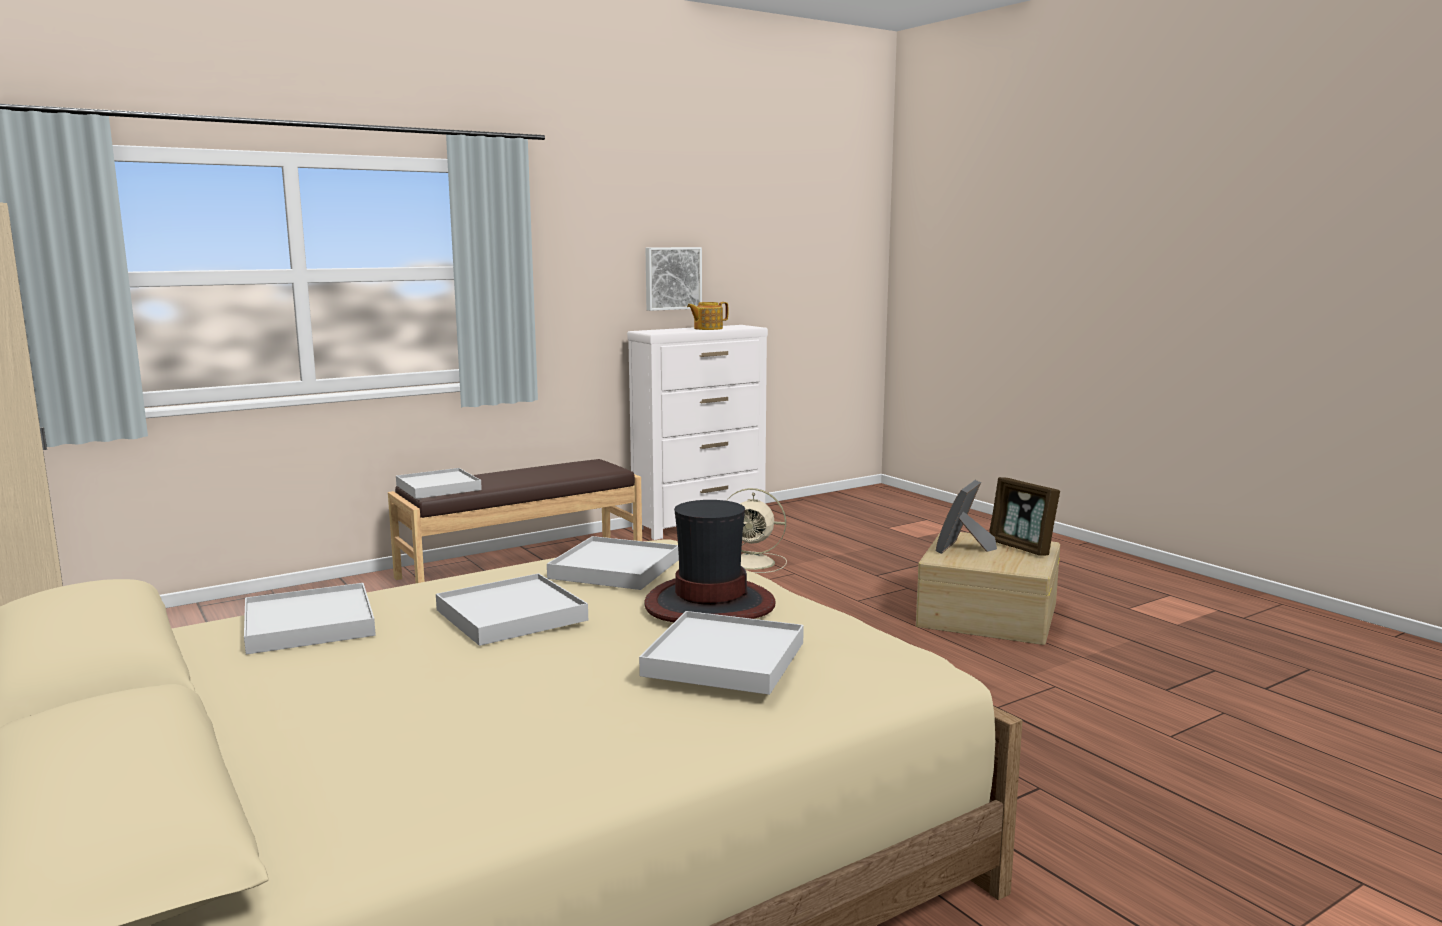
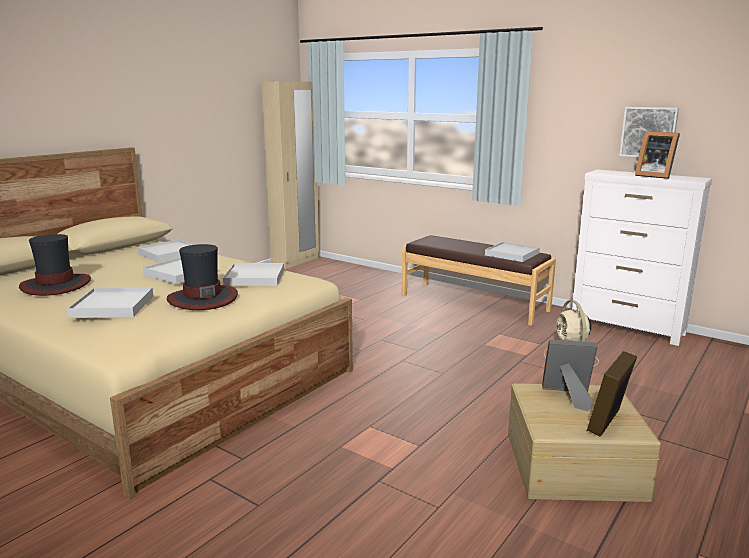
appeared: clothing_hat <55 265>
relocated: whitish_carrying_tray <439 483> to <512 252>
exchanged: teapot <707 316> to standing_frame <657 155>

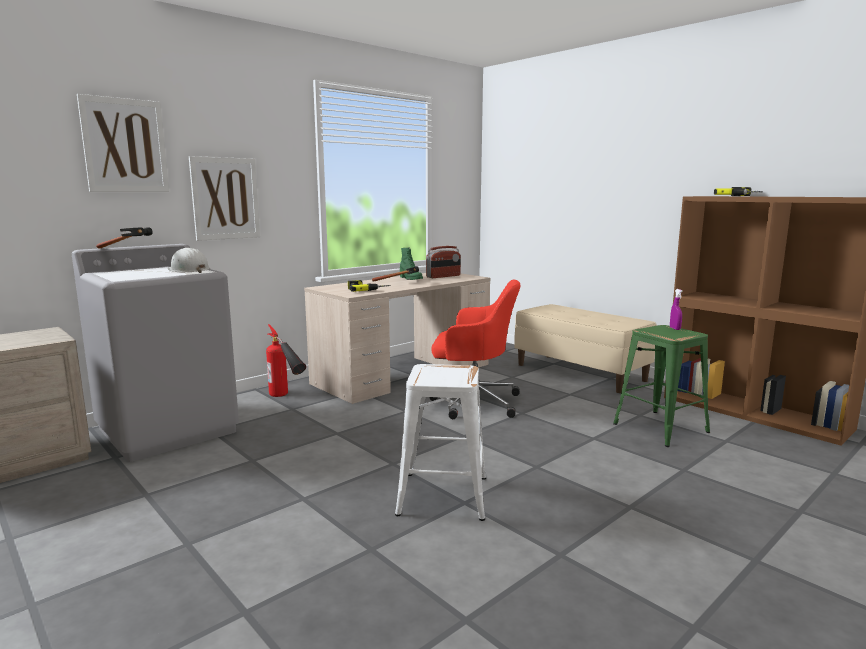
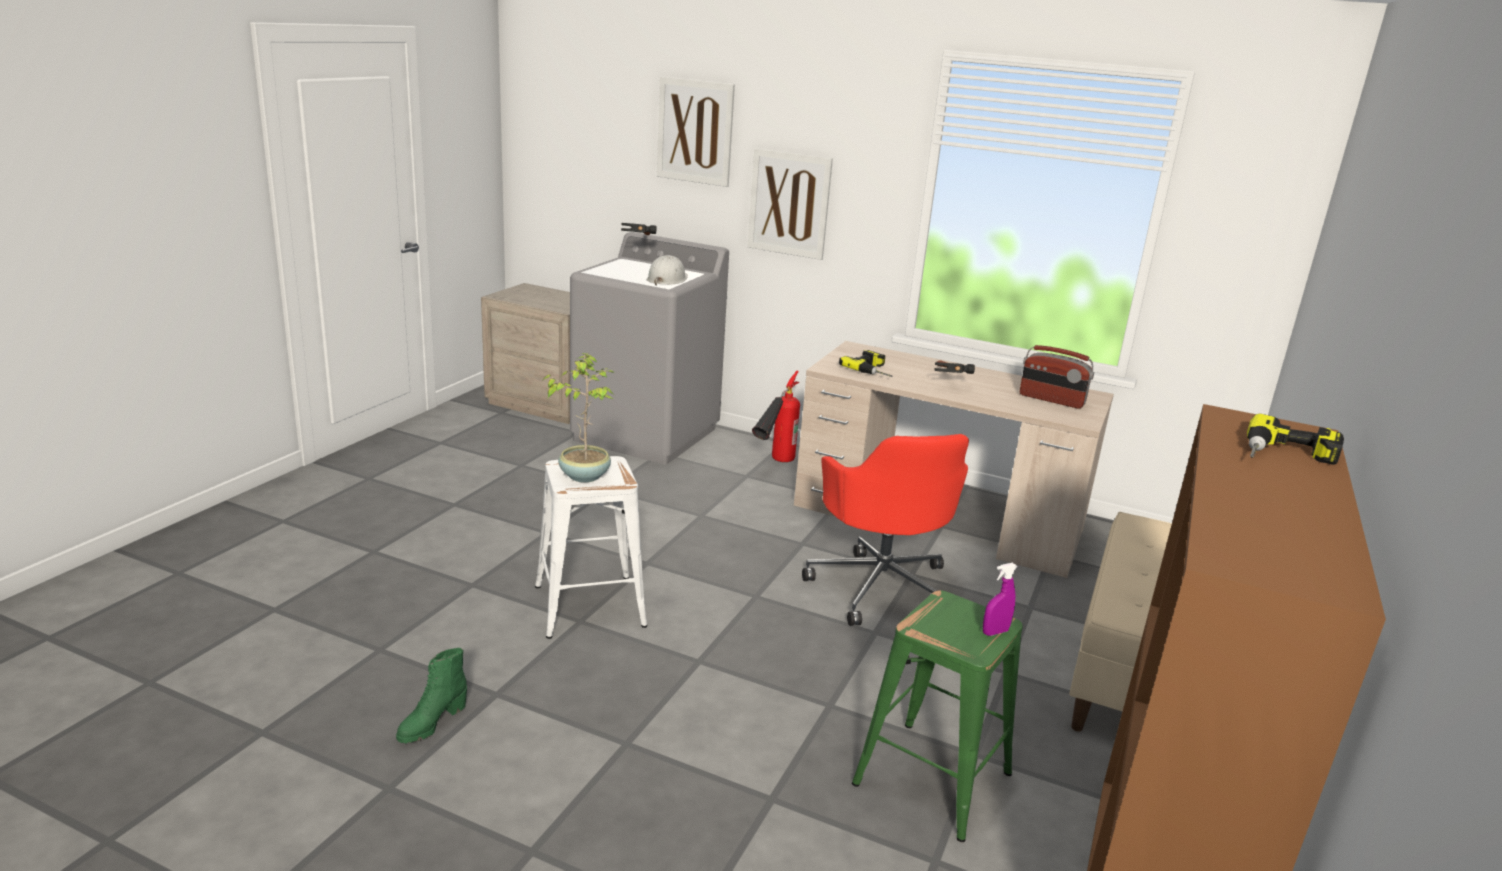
appeared: plant_in_a_pot <578 418>
relocated: green_boot <411 263> to <431 695>

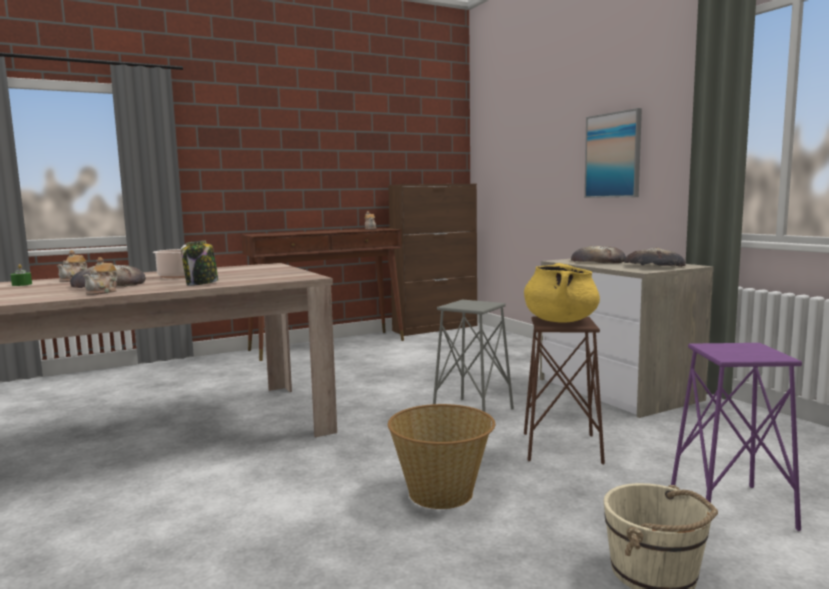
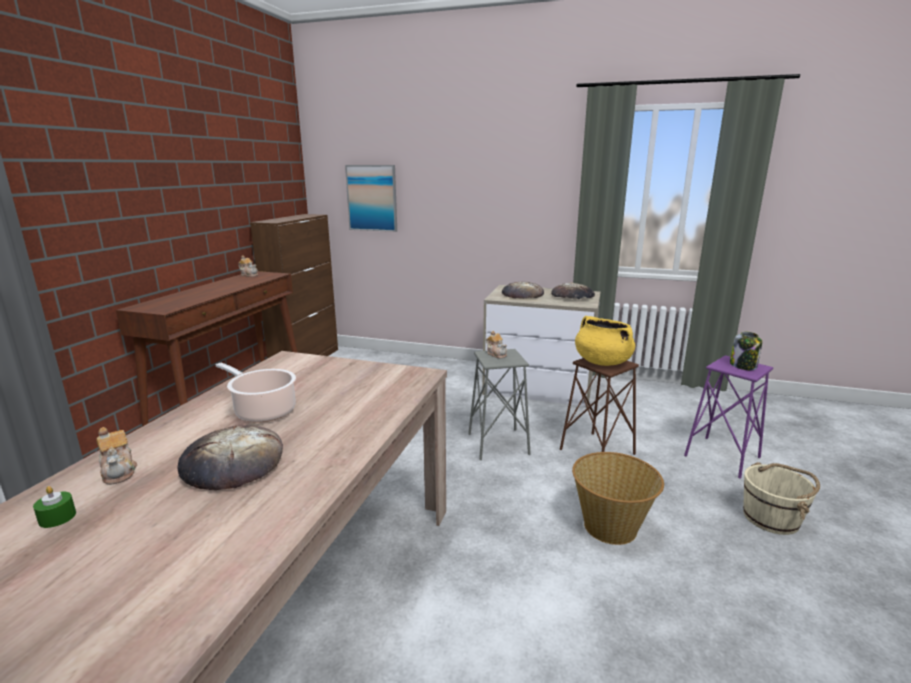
relocated: picture <613 153> to <371 198>; preserve_jar <200 263> to <746 350>; teapot <100 276> to <496 344>

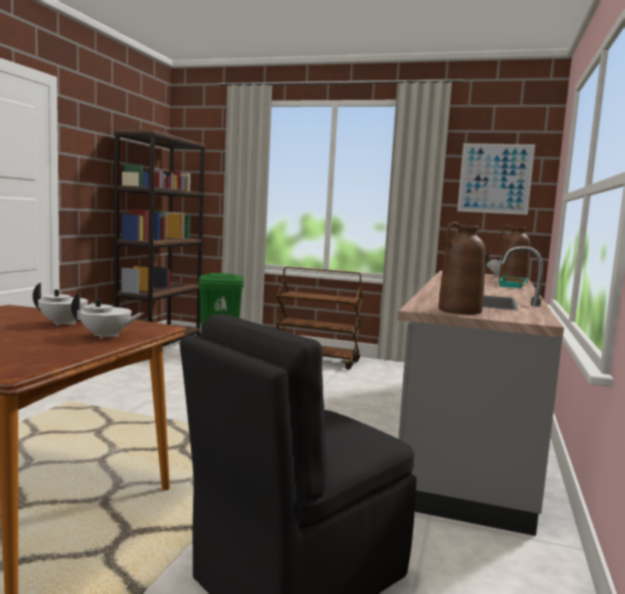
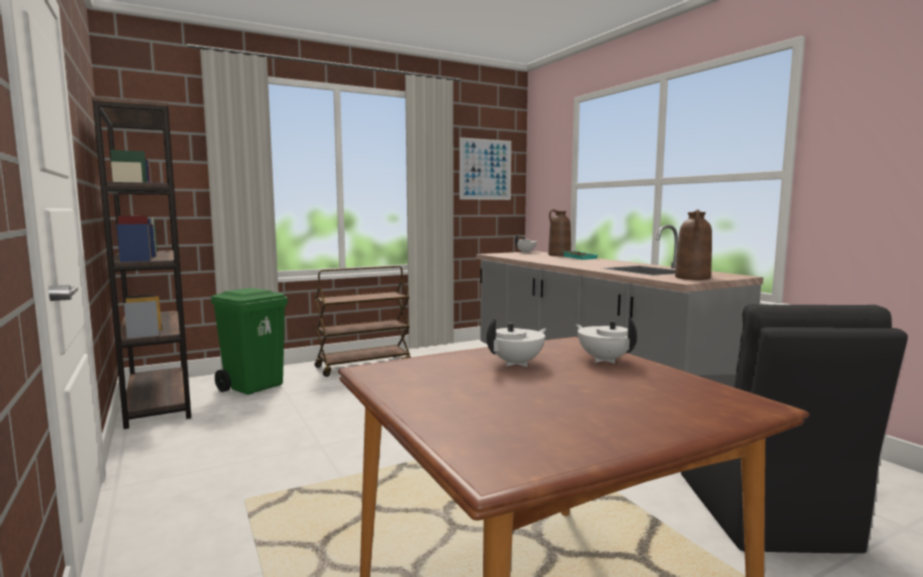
spun: whitish_teapot <107 315> = <606 340> 75 degrees counterclockwise

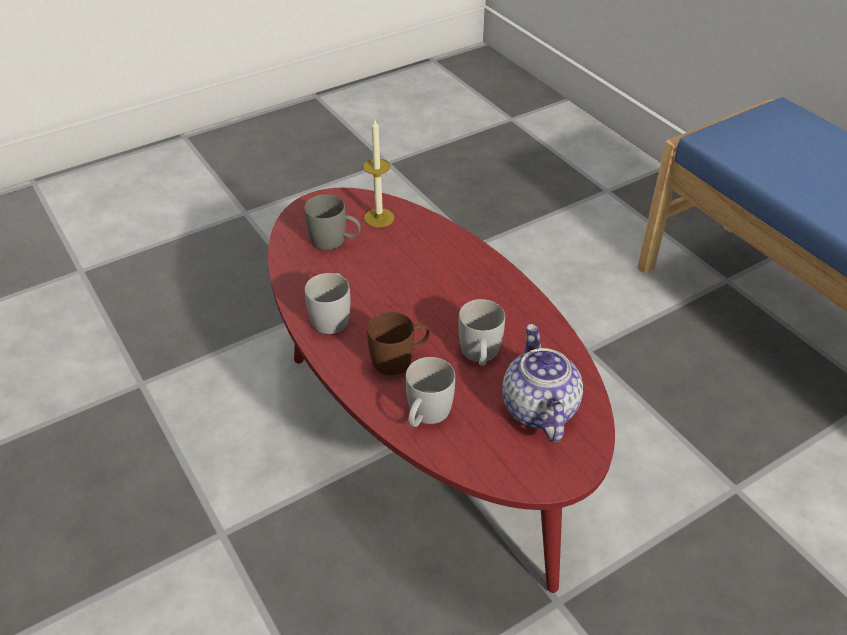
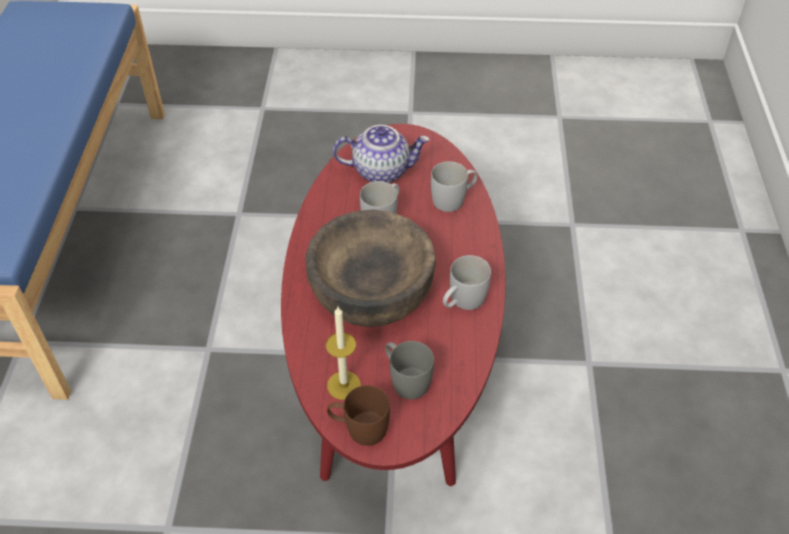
appeared: brownish_serving_bowl <371 268>
relocated: brownish_coffee_mug <398 343> to <358 415>
spun: teapot <542 383> = <381 154> 120 degrees counterclockwise

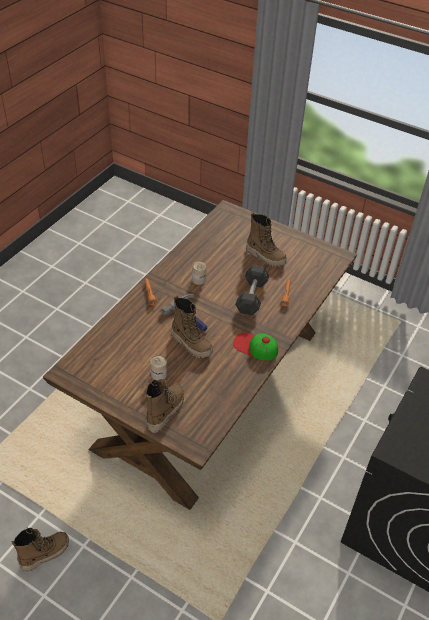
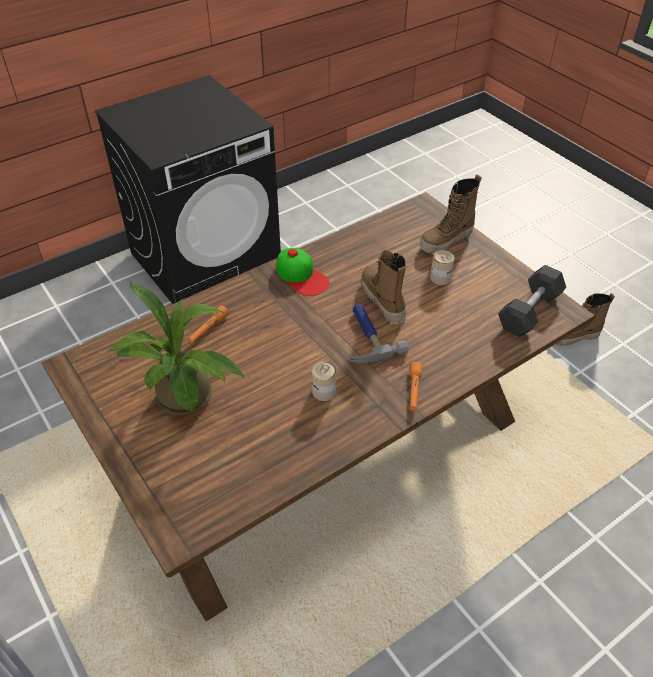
relocated: gray_free_weight <252 290> to <532 301>
exchanged: boot <266 239> to plant_in_a_pot <176 348>

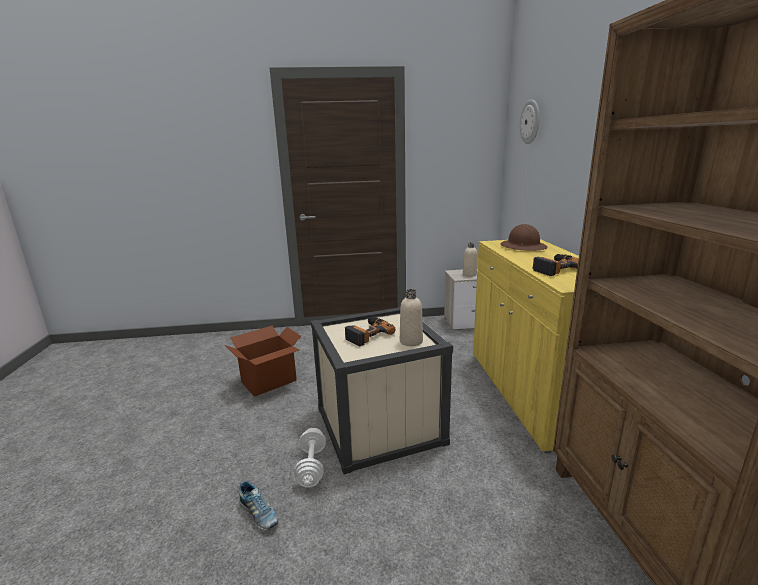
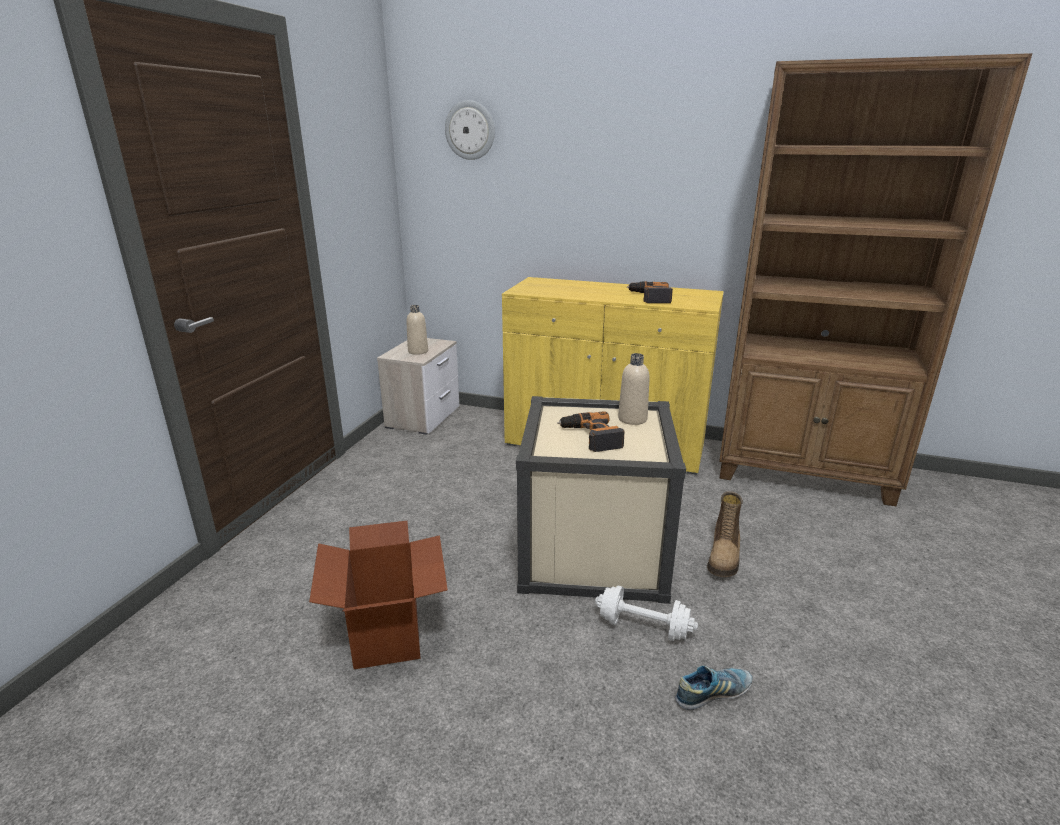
missing: brownish_hard_hat <524 237>
appeared: boot <725 534>

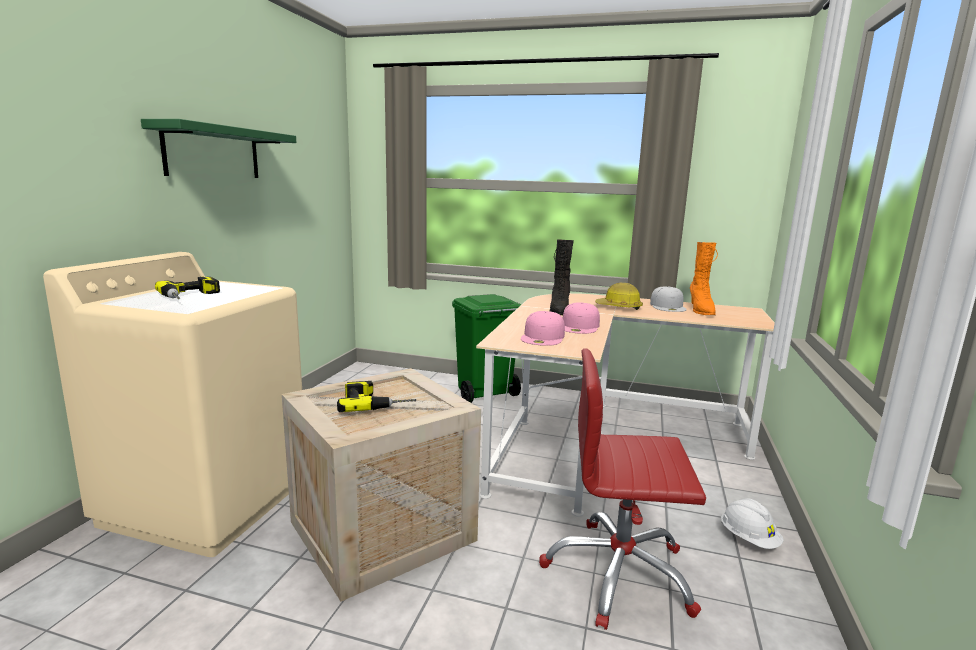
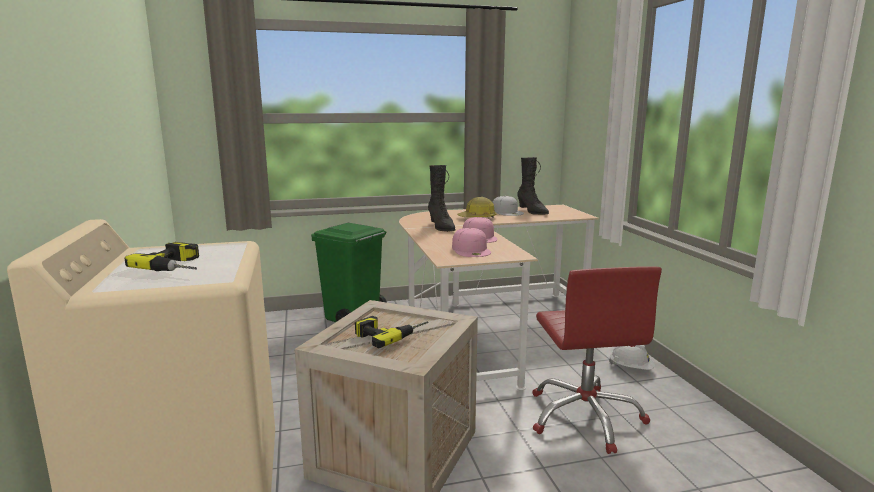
missing: green_bracket_shelf <218 148>
colour: orange_boot <704 278> to black-coloured_boot <533 186>
spun: red_desk_chair <622 489> = <597 360> 75 degrees counterclockwise

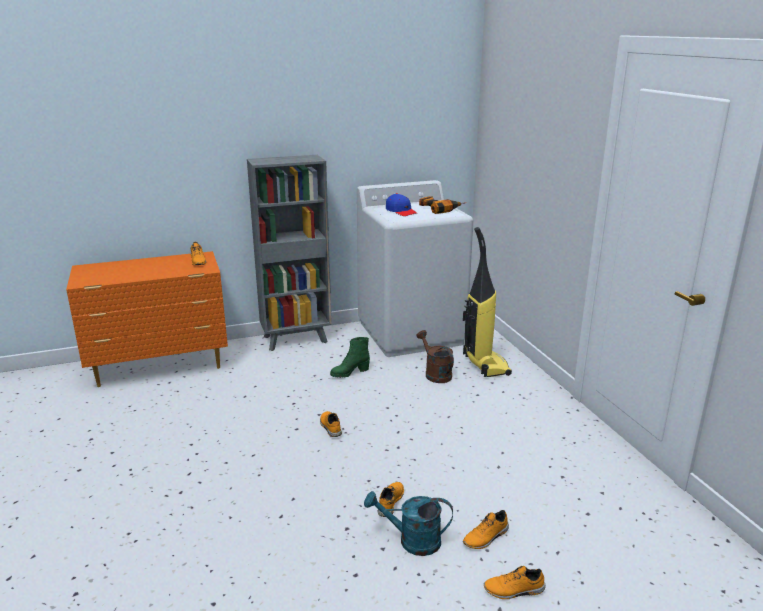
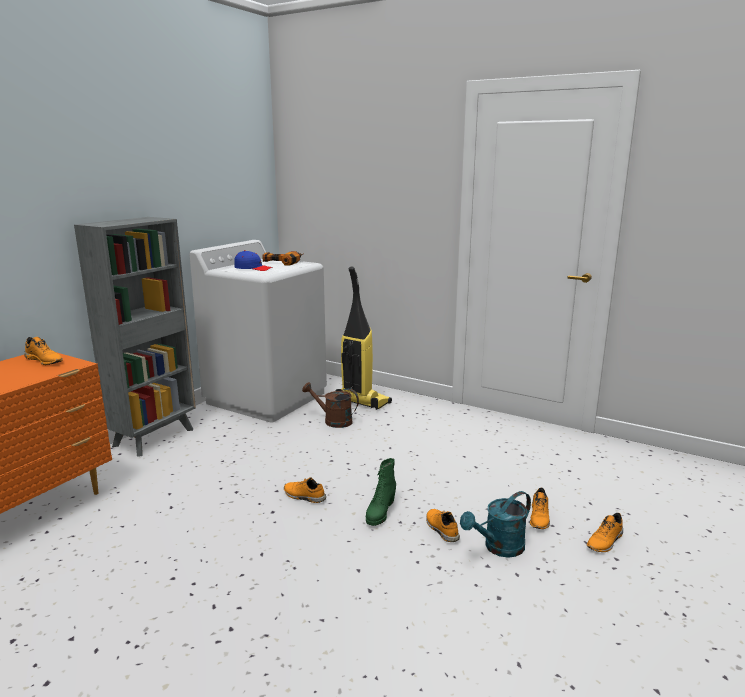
relocated: green_boot <350 357> to <381 492>

